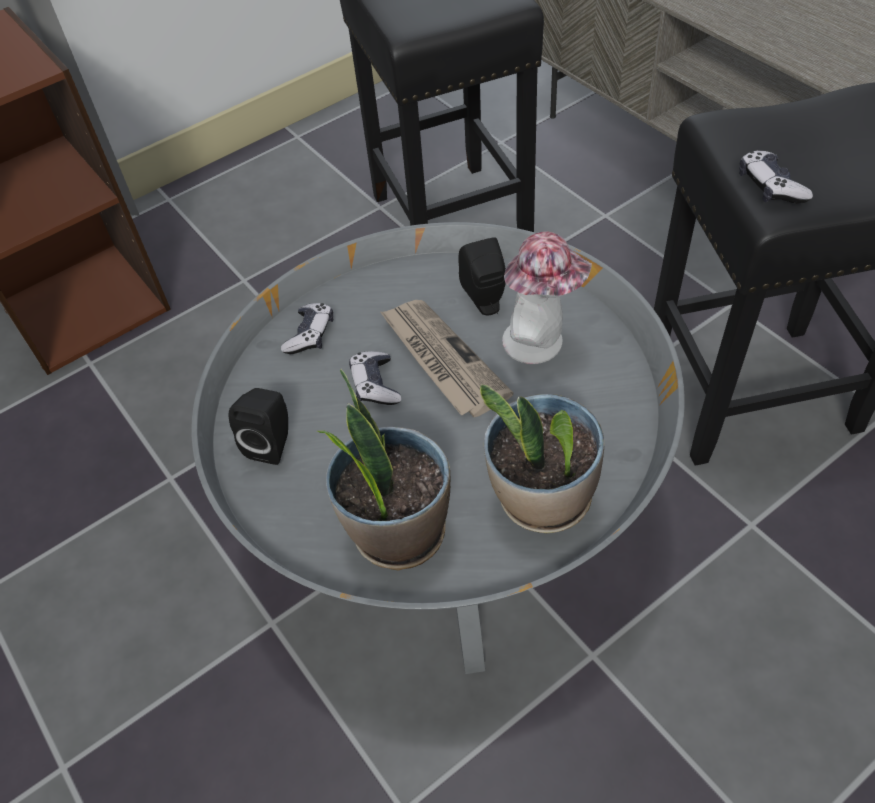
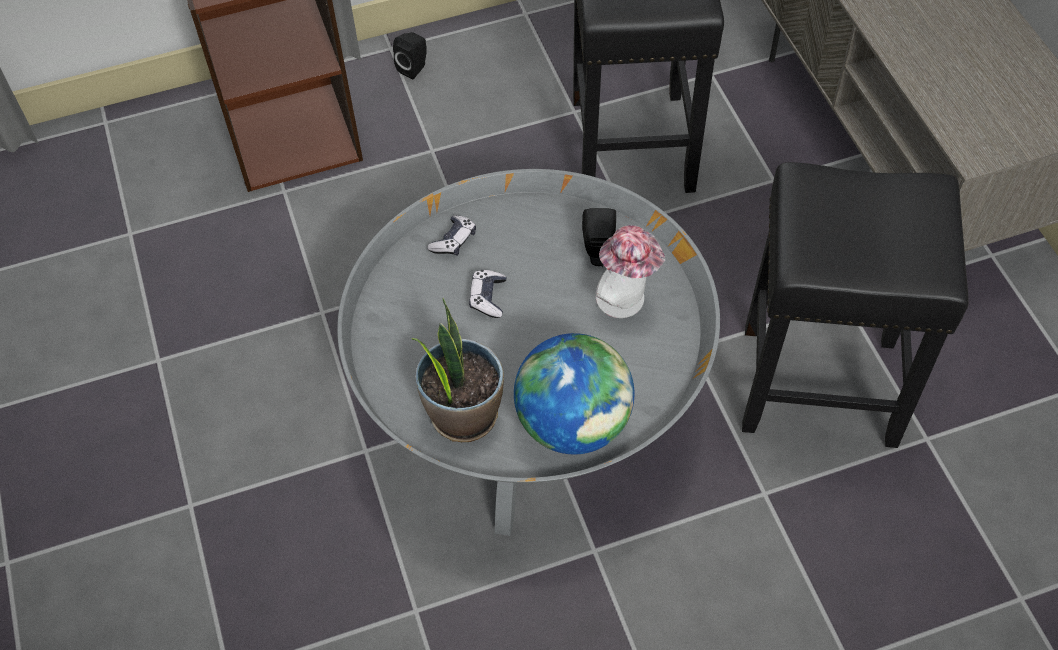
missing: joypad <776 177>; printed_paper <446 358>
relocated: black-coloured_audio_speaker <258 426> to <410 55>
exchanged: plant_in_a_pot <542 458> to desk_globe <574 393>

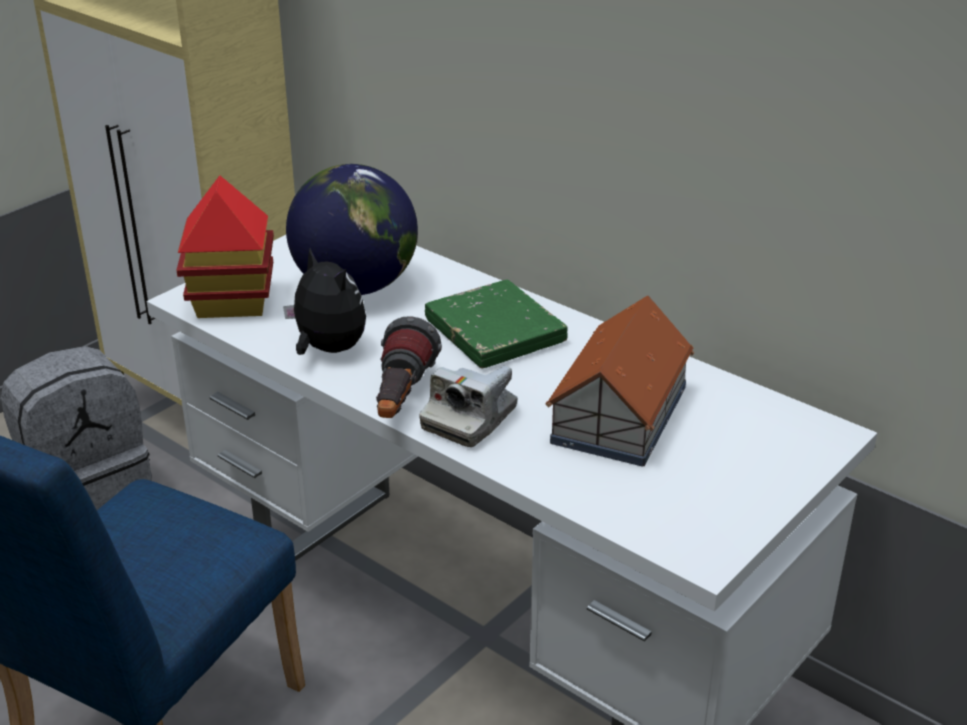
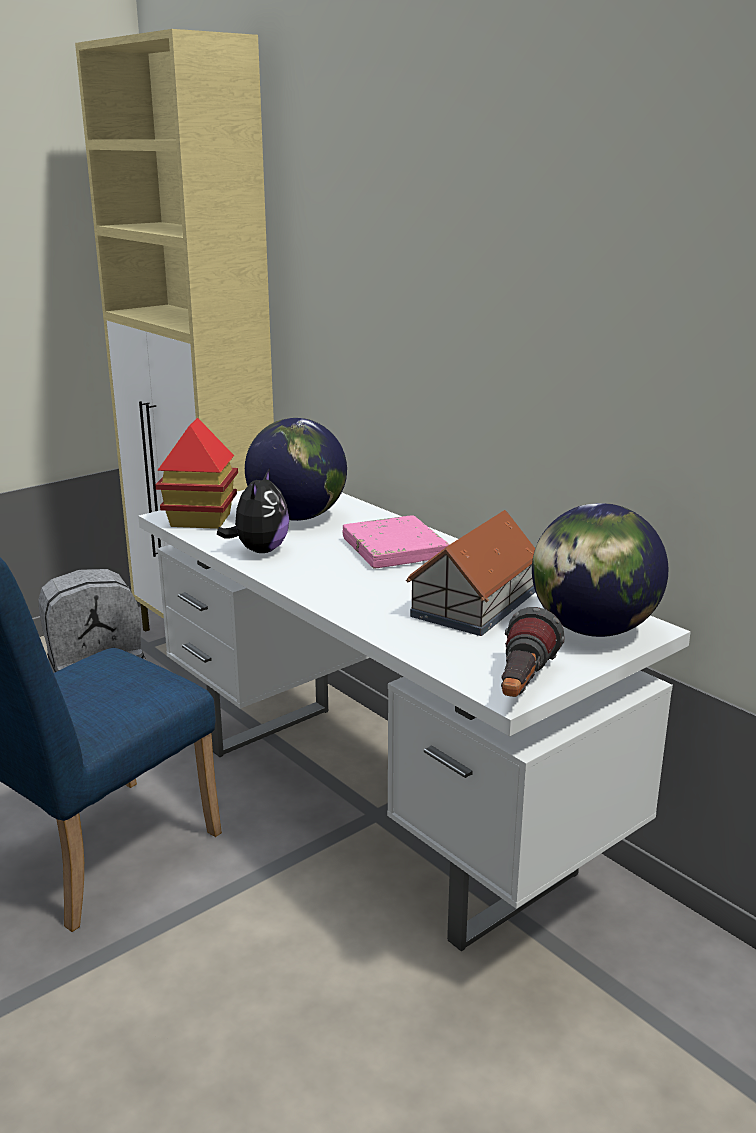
missing: photo_camera <468 406>
appeared: desk_globe <600 570>
relocated: torch <409 367> to <533 652>
colour: green_book <496 324> to pink_book <396 541>
spun: plush_toy <324 301> = <253 510> 45 degrees clockwise

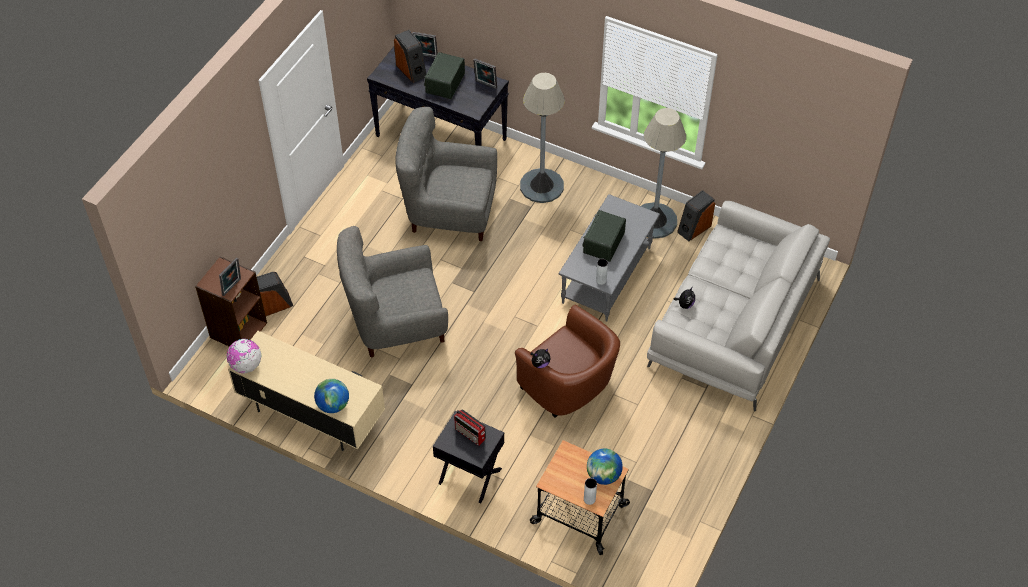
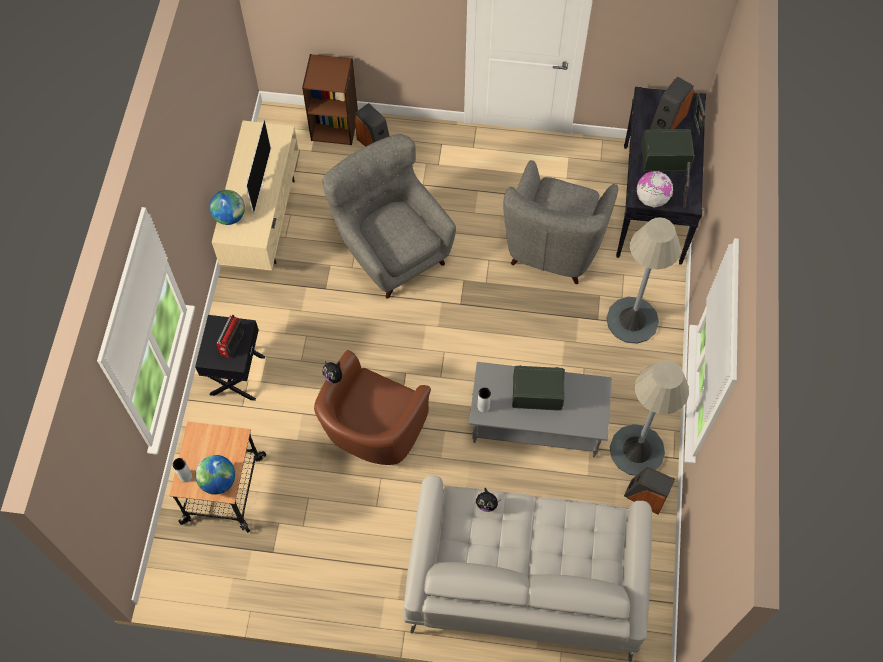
missing: standing_frame <230 276>
appeared: TV <258 166>
relocated: desk_globe <244 356> to <655 189>
spun: gray_armchair <446 174> = <560 222> 150 degrees counterclockwise

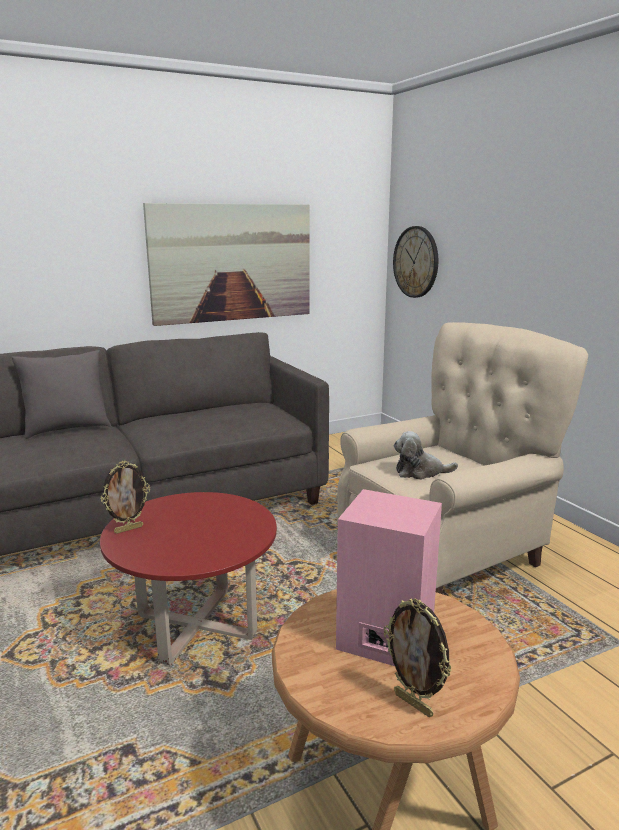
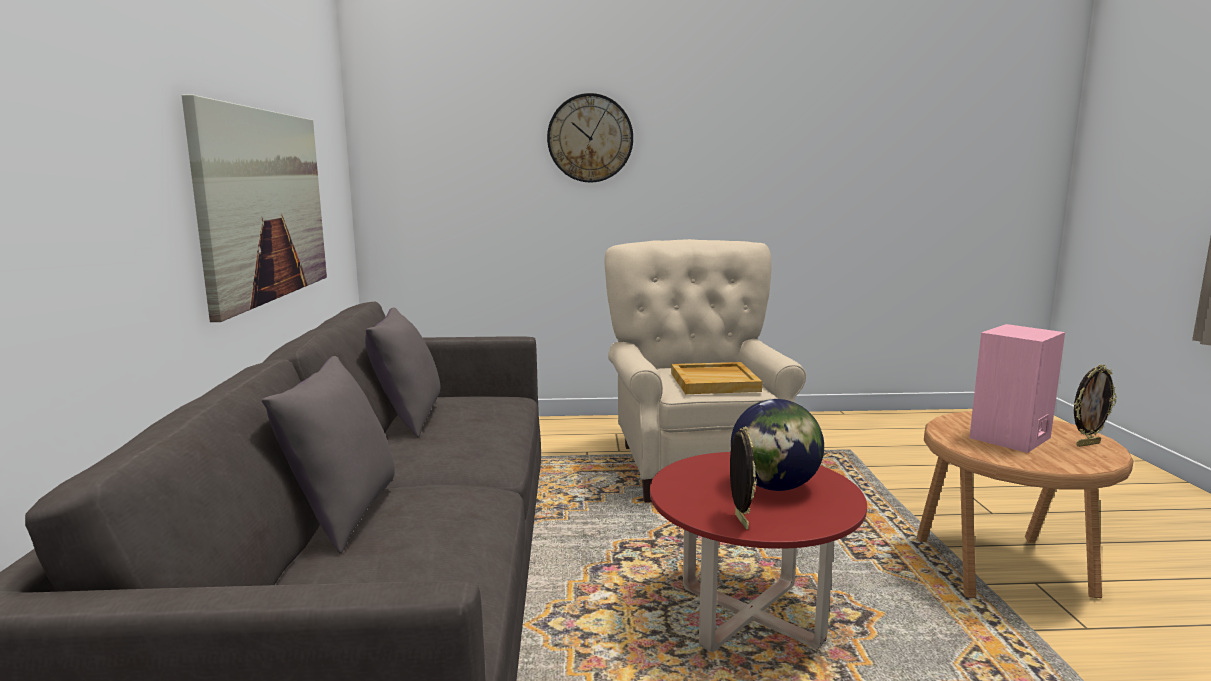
appeared: gray_throw_pillow <402 372>; desk_globe <777 445>
relocated: clock_on_the_wall <415 262> to <590 138>
exchanged: plush_toy <426 455> to beige-coloured_carrying_tray <716 378>

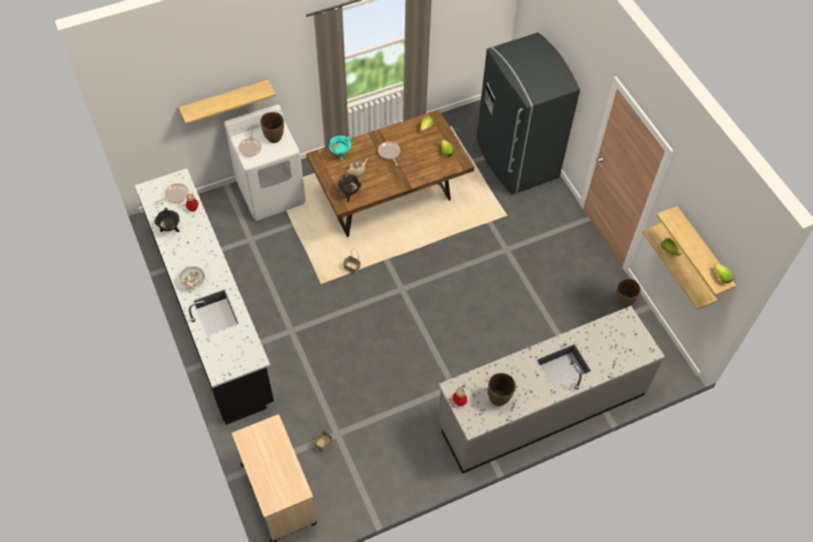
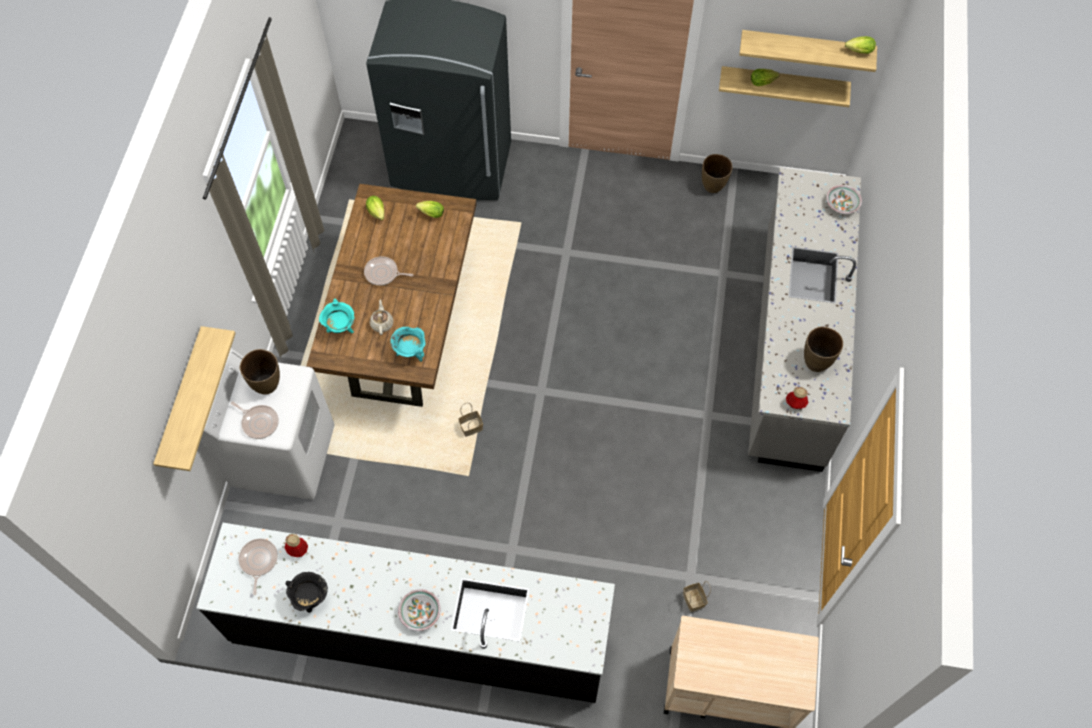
appeared: serving_bowl <844 199>
colour: black-coloured_stockpot <350 188> to turquoise-coloured_stockpot <408 344>

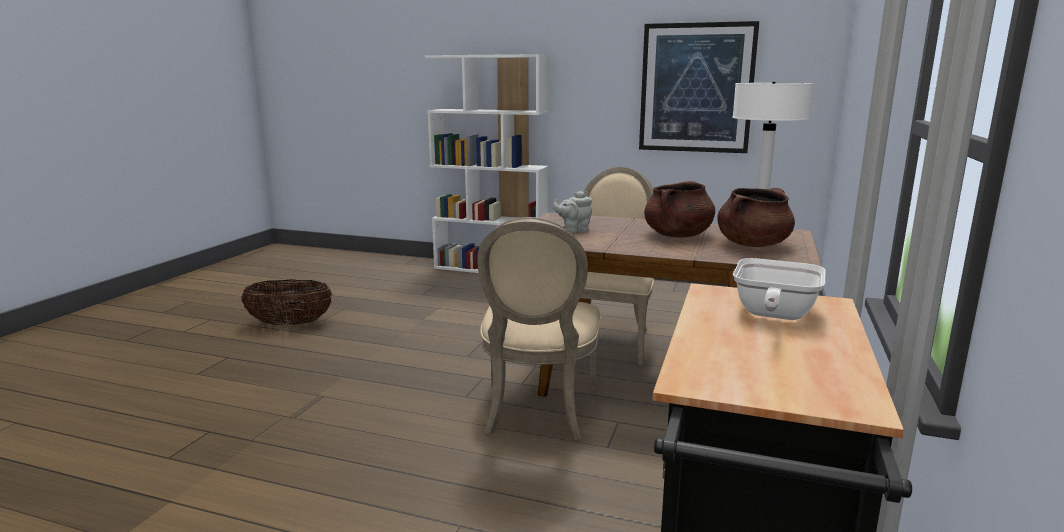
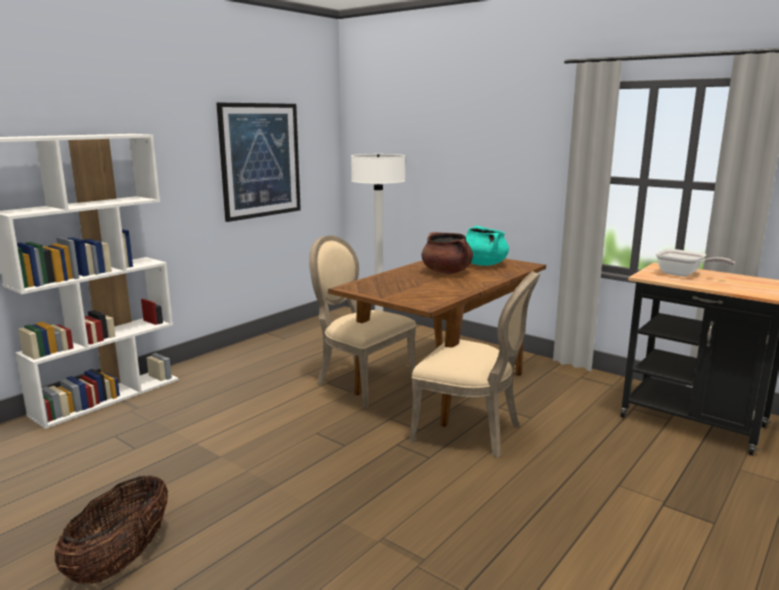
missing: gray_teapot <572 212>
colour: brownish_stockpot <756 217> to turquoise-coloured_stockpot <487 246>

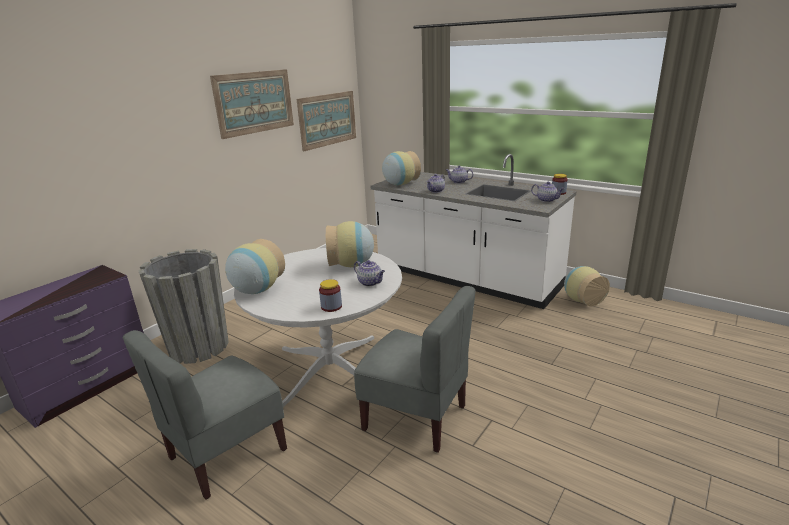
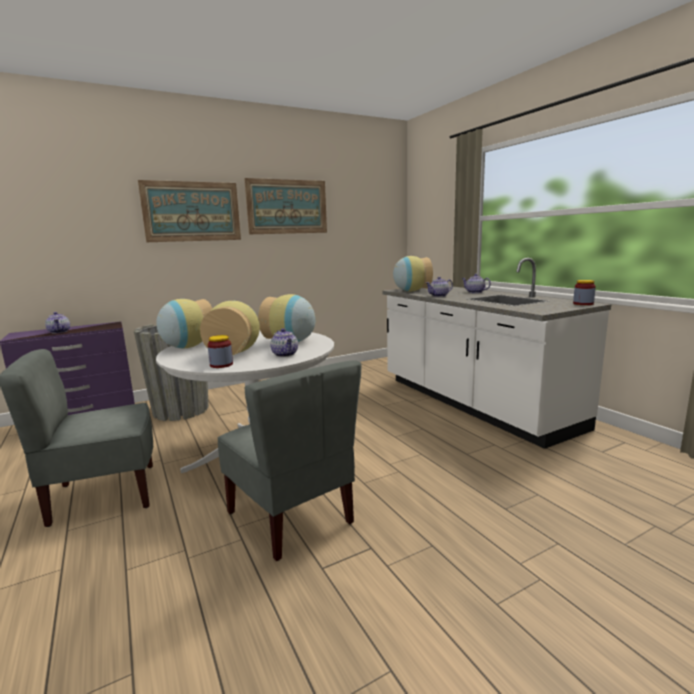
relocated: picture <326 121> to <189 211>; teapot <548 192> to <57 323>; vase <587 286> to <230 328>

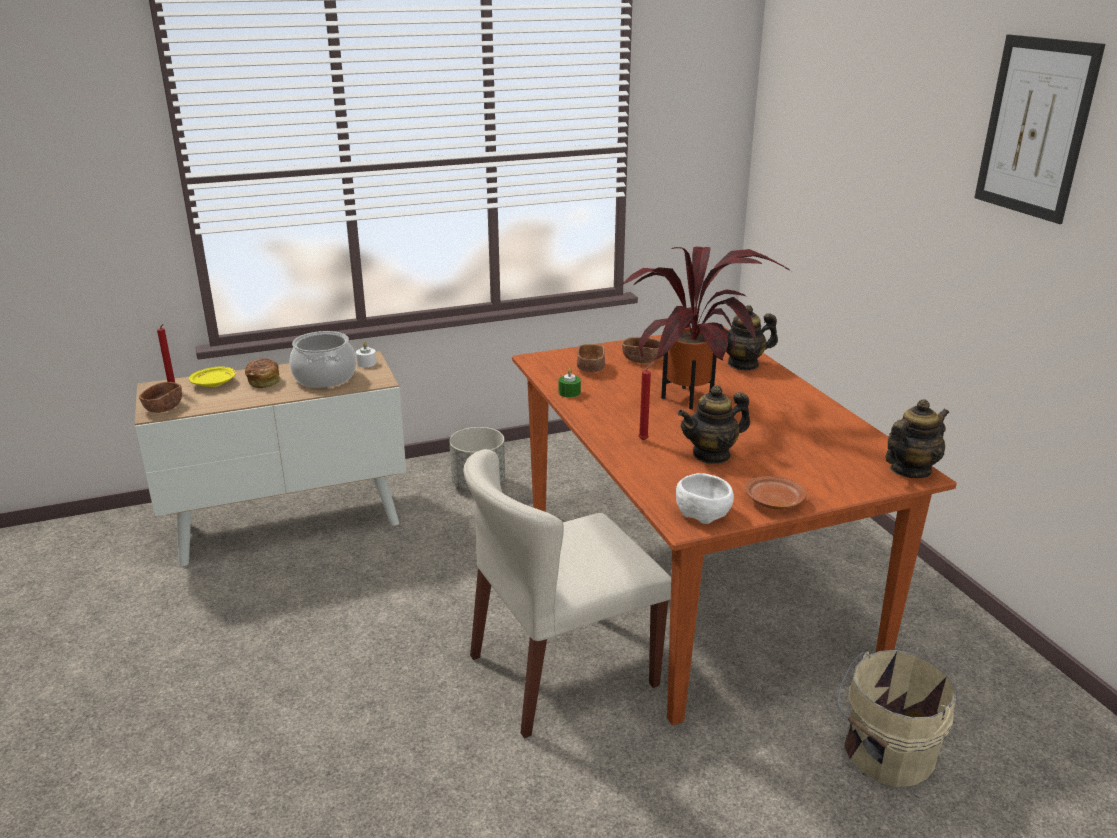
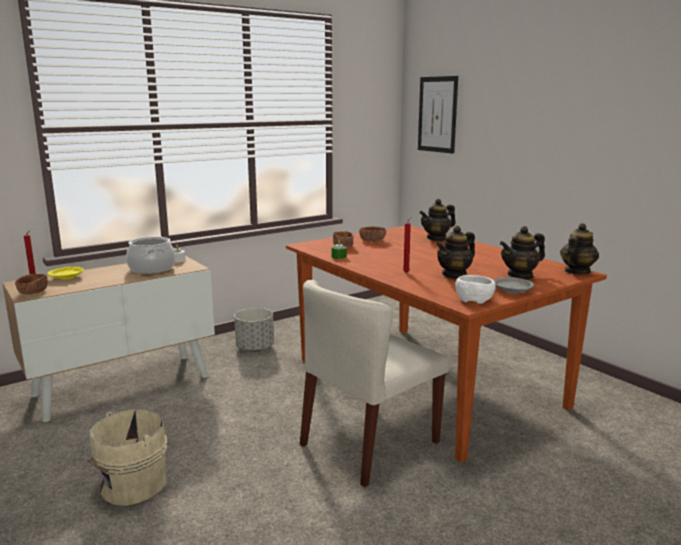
missing: plant_in_a_pot <704 328>; baked_bread <263 373>
appeared: teapot <522 252>
relocated: picture <1039 129> to <438 115>; beige-coloured_bucket <897 718> to <125 457>
colour: brownish_flat_dish <776 493> to gray_flat_dish <514 285>

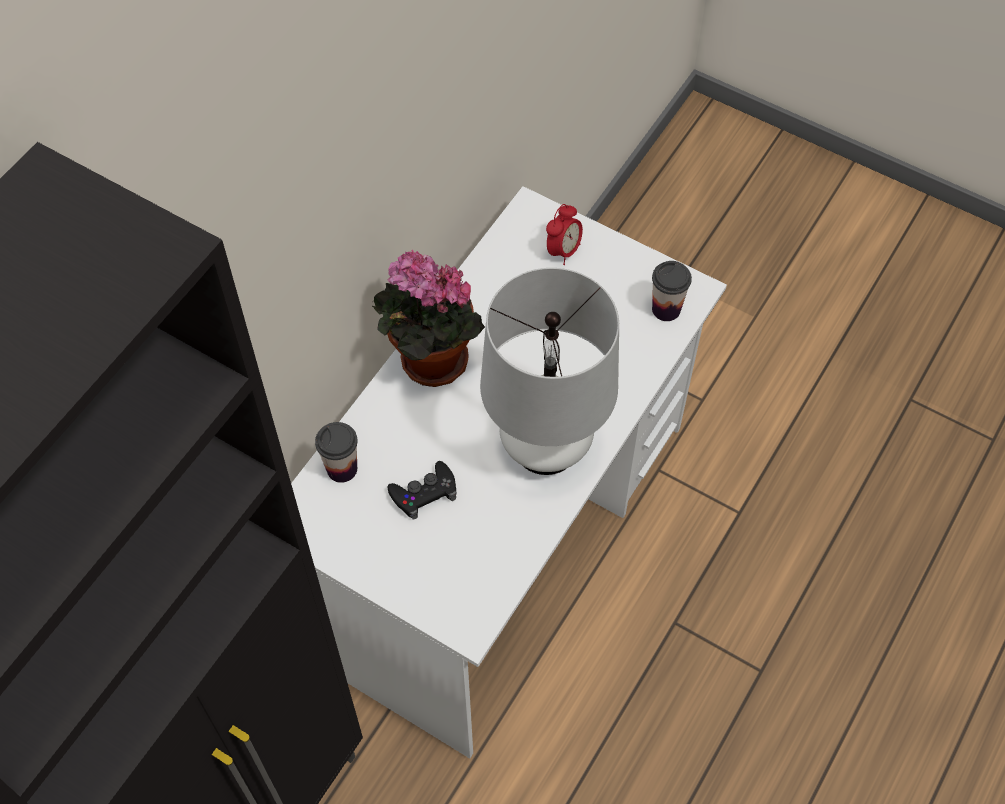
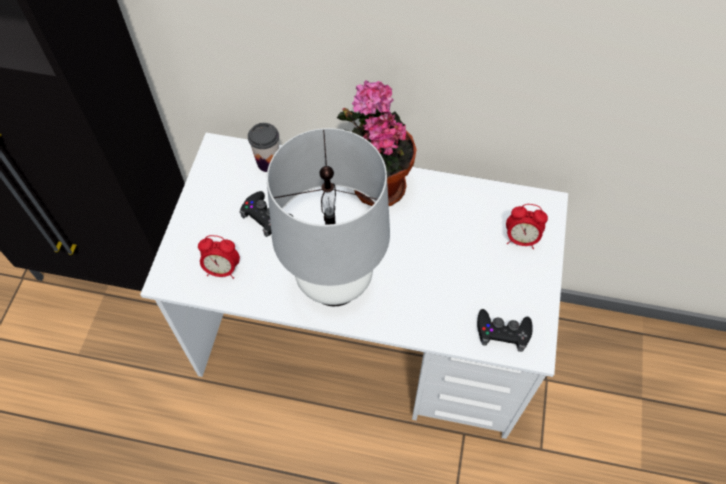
appeared: bedside_clock <219 257>
exchanged: cup <672 291> to black-coloured_joypad <505 330>

